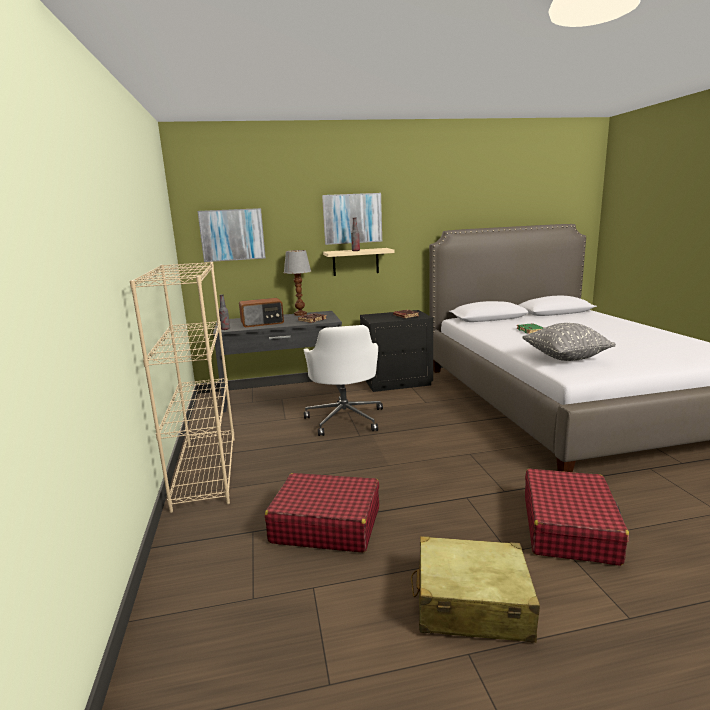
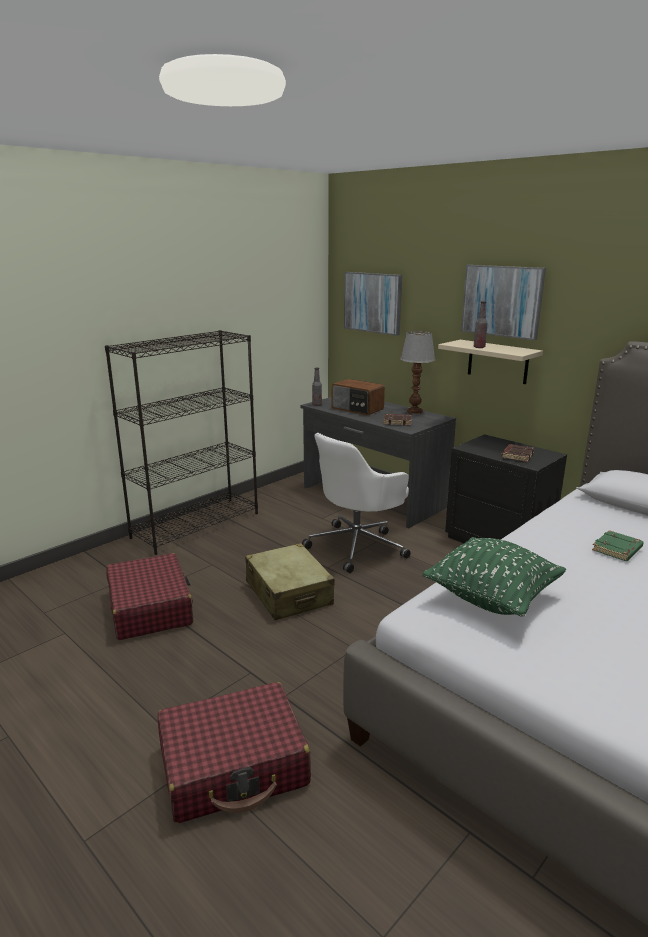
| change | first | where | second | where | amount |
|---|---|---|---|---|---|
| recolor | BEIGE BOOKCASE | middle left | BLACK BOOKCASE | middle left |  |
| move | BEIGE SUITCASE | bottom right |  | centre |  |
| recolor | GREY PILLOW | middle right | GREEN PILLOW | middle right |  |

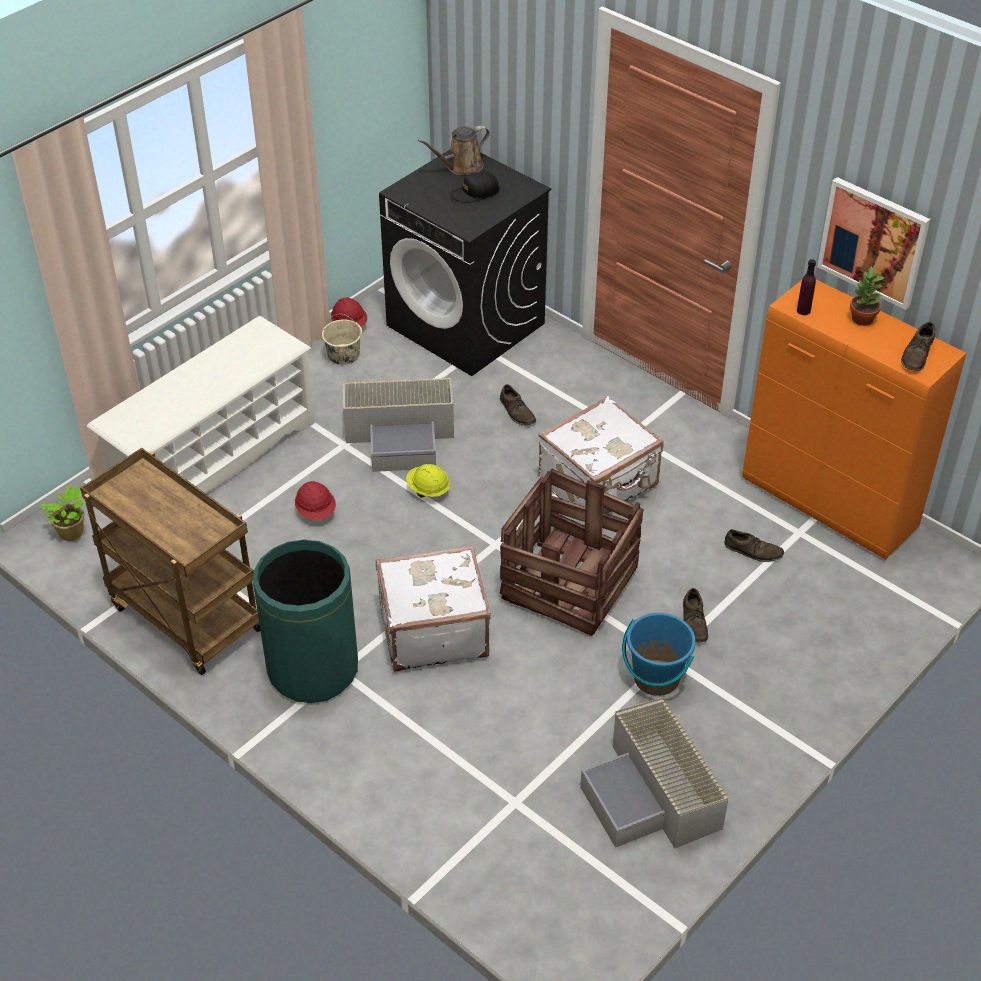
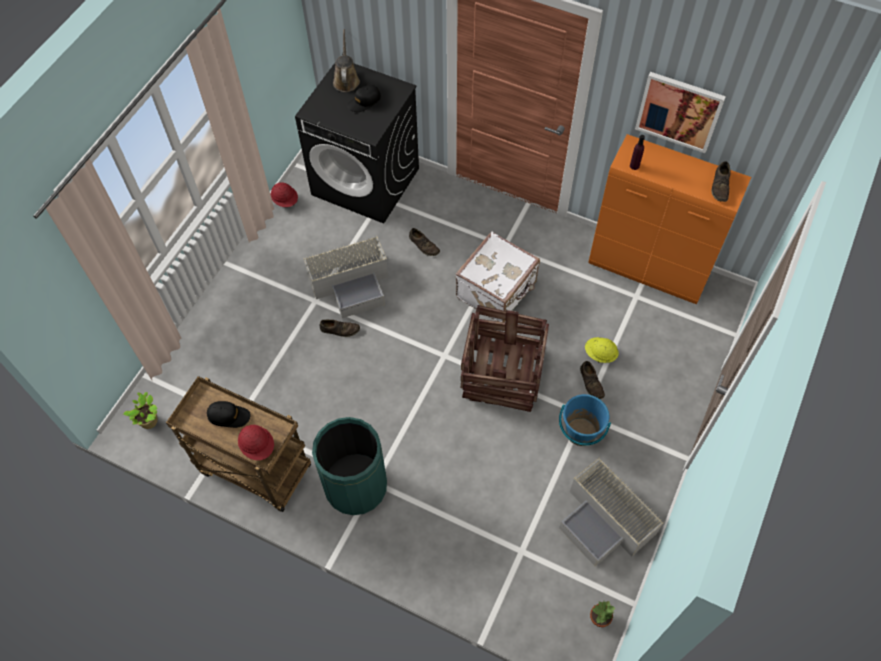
| change | first | where | second | where | amount |
|---|---|---|---|---|---|
| delete | WHITE SHOE RACK | middle left |  |  |  |
| move | RED HARD HAT (1st from left) | middle left |  | bottom left |  |
| delete | BEIGE BUCKET | centre |  |  |  |
| delete | WHITE SUITCASE (1st from left) | centre |  |  |  |
| move | YELLOW HARD HAT | centre |  | middle right |  |
| rotate | BROWN WATERING CAN | top centre |  | top centre | 135 degrees clockwise |
| move | BROWN SHOE (3rd from left in the first image) | middle right | BROWN SHOE (1st from left) | centre |  |
| move | POTTED PLANT (2nd from left) | top right |  | bottom right |  |
| insert |  |  | BLACK CAP (1st from left) | middle left |  |

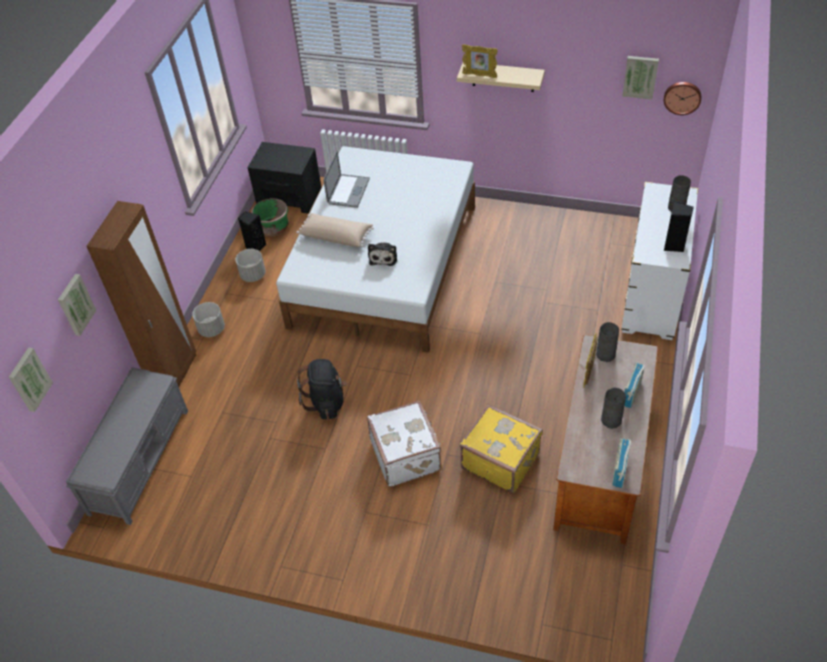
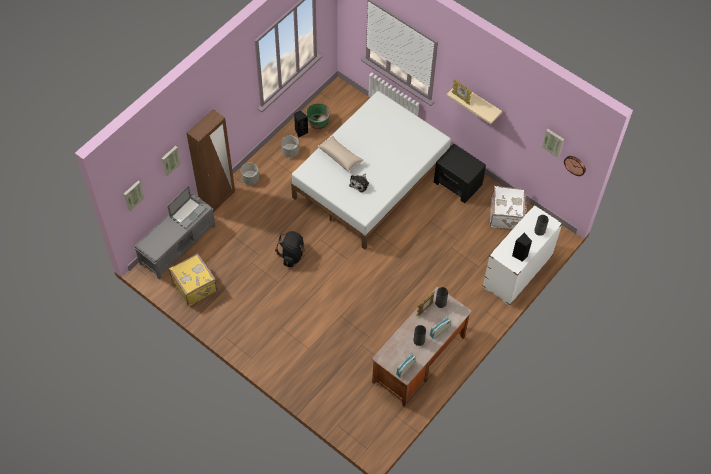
| change | first | where | second | where | amount |
|---|---|---|---|---|---|
| move | BLACK NIGHTSTAND | top centre |  | centre |  |
| move | LAPTOP | top centre |  | middle left |  |
| move | WHITE SUITCASE | bottom centre |  | middle right |  |
| move | YELLOW SUITCASE | bottom centre |  | middle left |  |

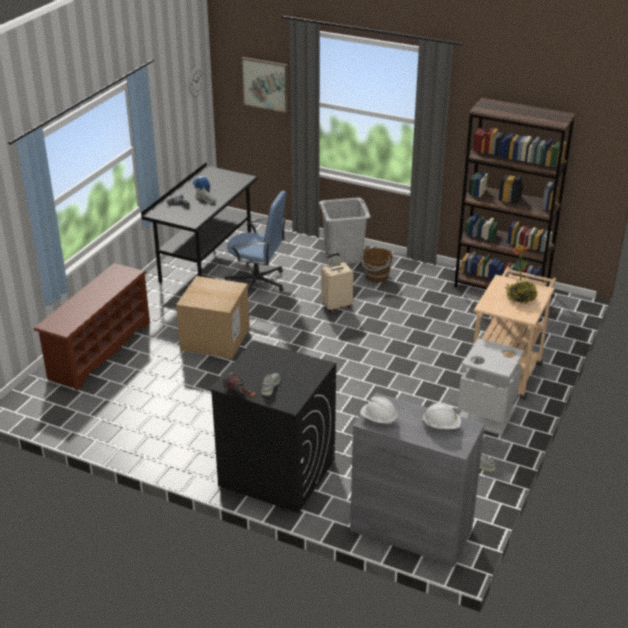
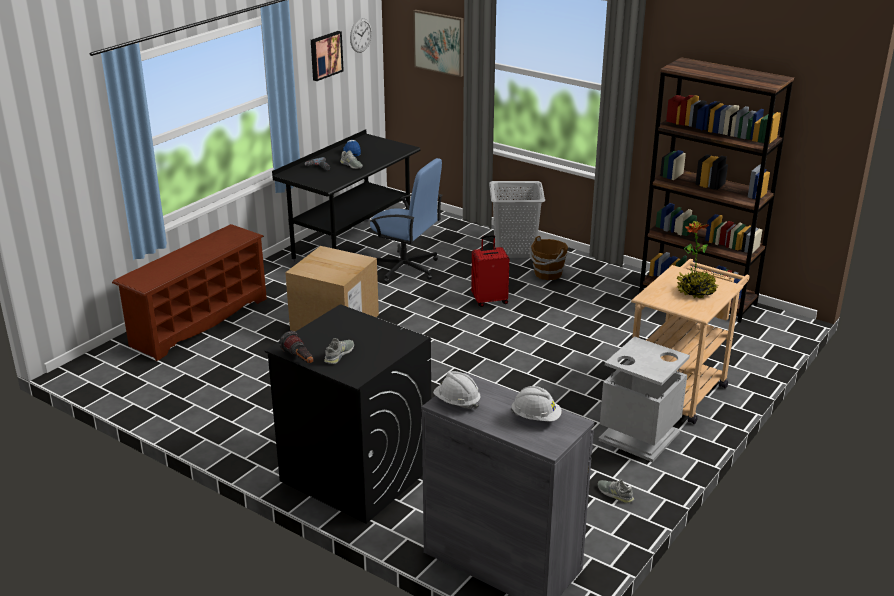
| change | first | where | second | where | amount |
|---|---|---|---|---|---|
| recolor | BEIGE SUITCASE | centre | RED SUITCASE | centre |  |
| insert |  |  | PICTURE (1st from left) | top centre |  |

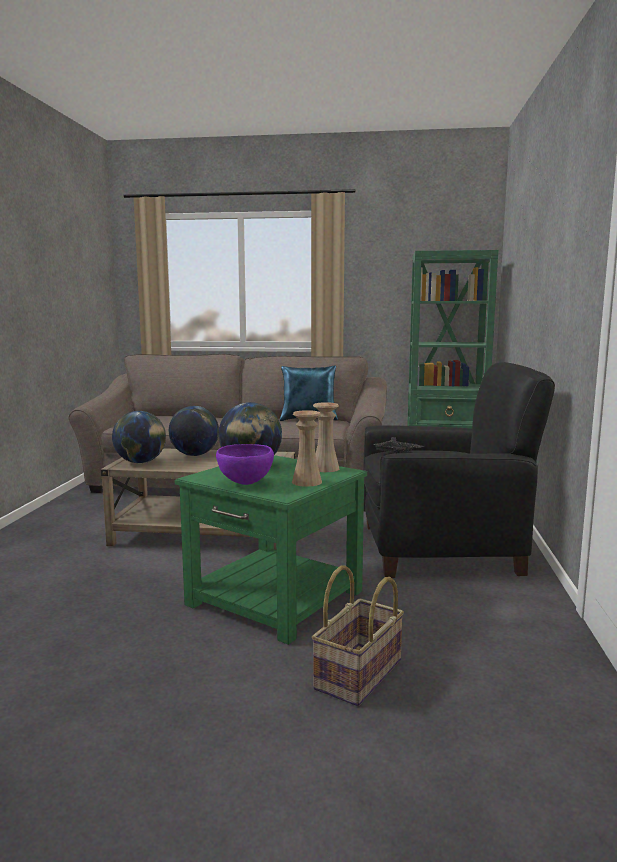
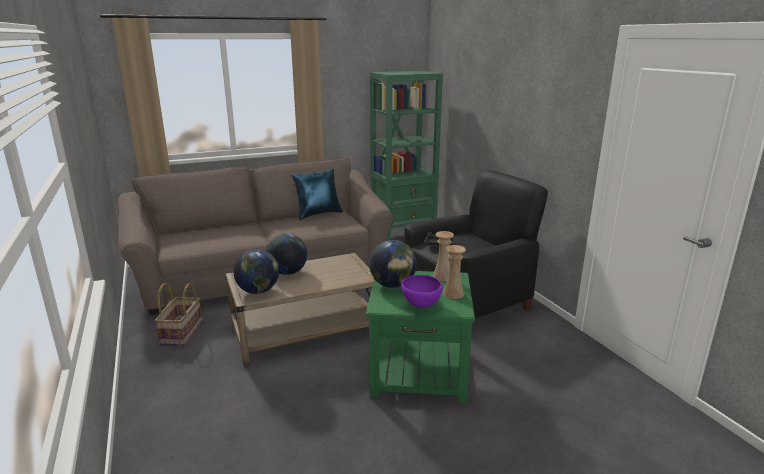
| change | first | where | second | where | amount |
|---|---|---|---|---|---|
| move | BASKET | bottom centre |  | middle left |  |

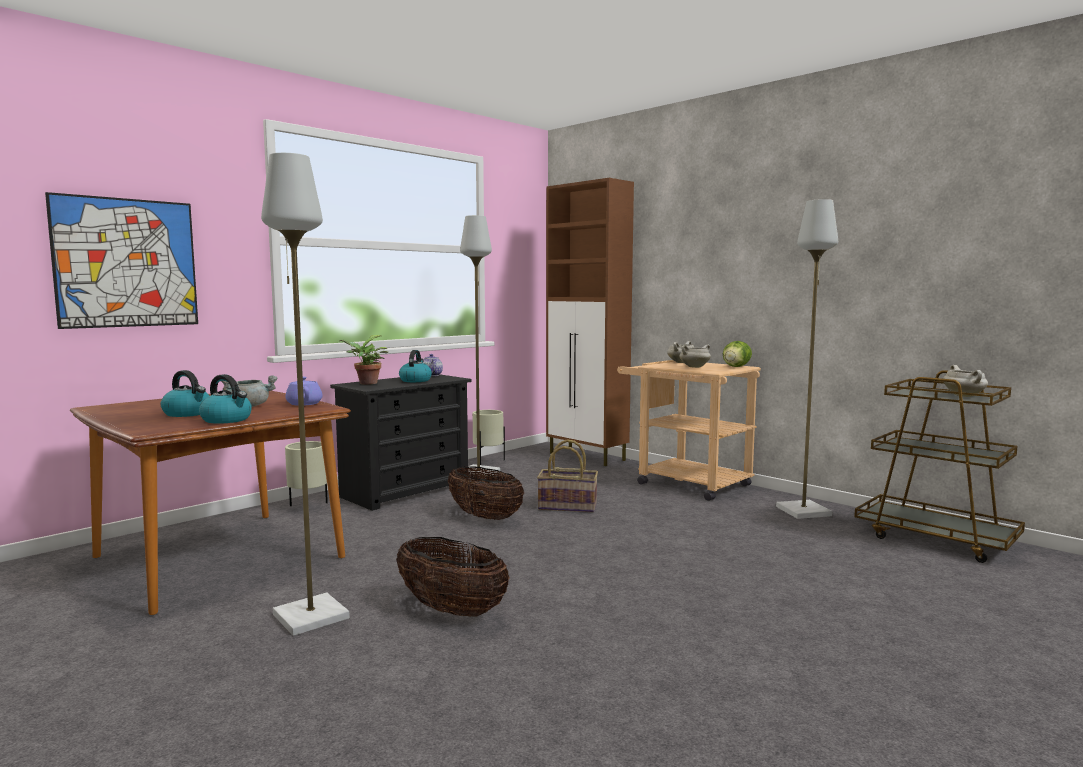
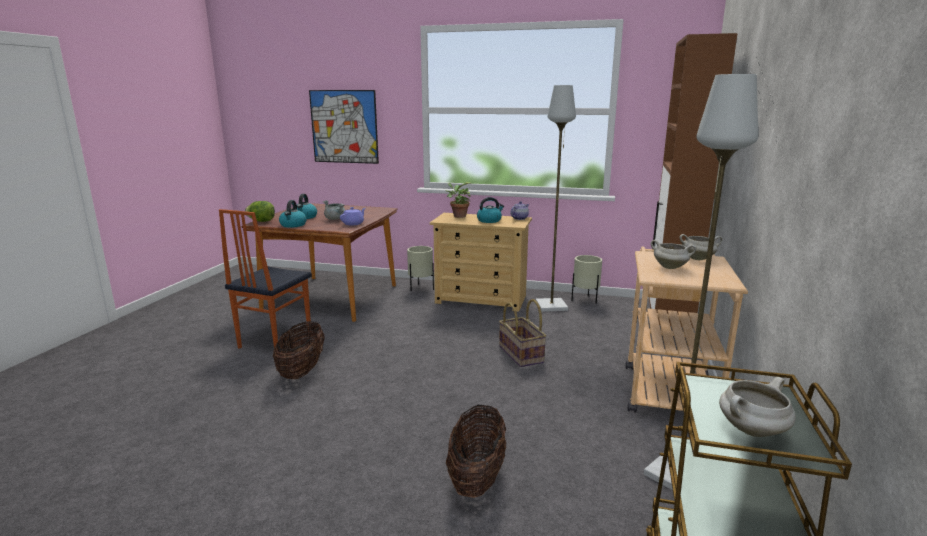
| change | first | where | second | where | amount |
|---|---|---|---|---|---|
| replace | GREY FLOOR LAMP (1st from left) | middle left | CHAIR | middle left |  |
| recolor | BLACK DRESSER | centre | BEIGE DRESSER | centre |  |
| move | BASKET (2nd from left) | centre |  | bottom centre |  |
| move | LETTUCE | middle right |  | middle left |  |

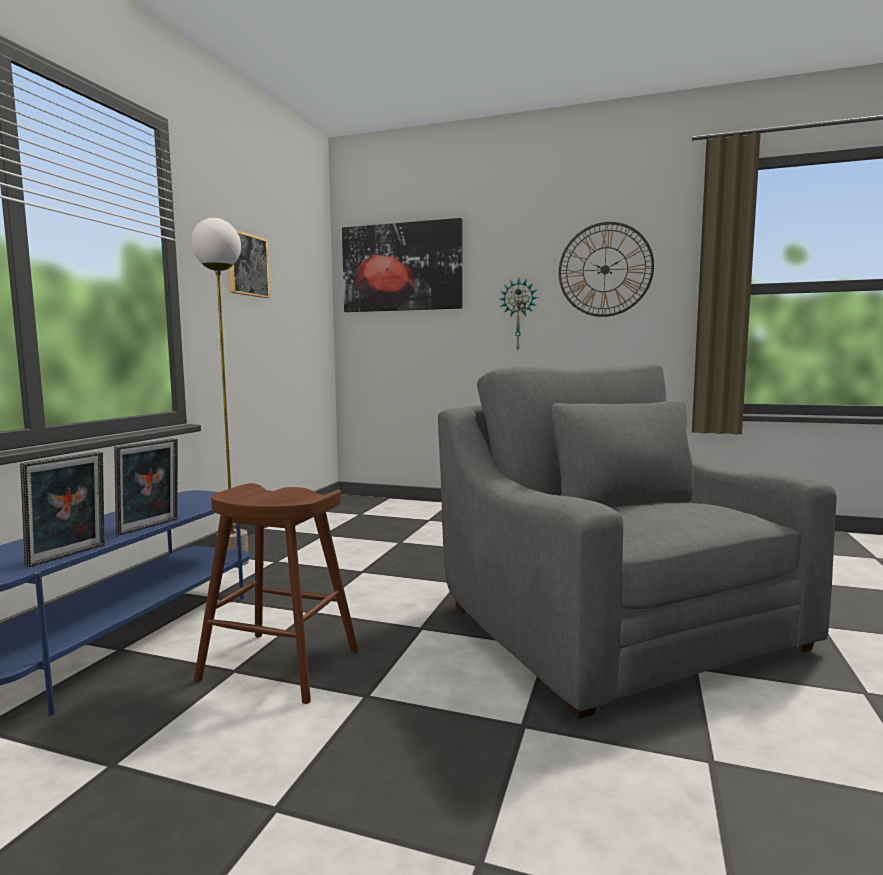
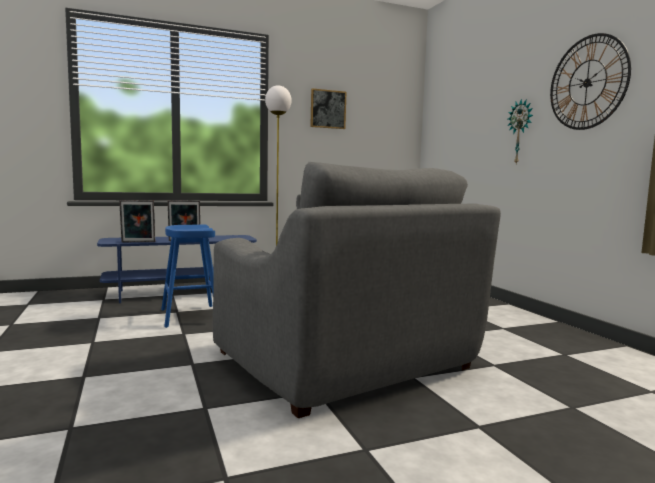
| change | first | where | second | where | amount |
|---|---|---|---|---|---|
| recolor | BROWN STOOL | bottom left | BLUE STOOL | middle left |  |
| delete | PICTURE (2nd from left) | top centre |  |  |  |
| rotate | GREY ARMCHAIR | middle right |  | centre | 120 degrees clockwise |

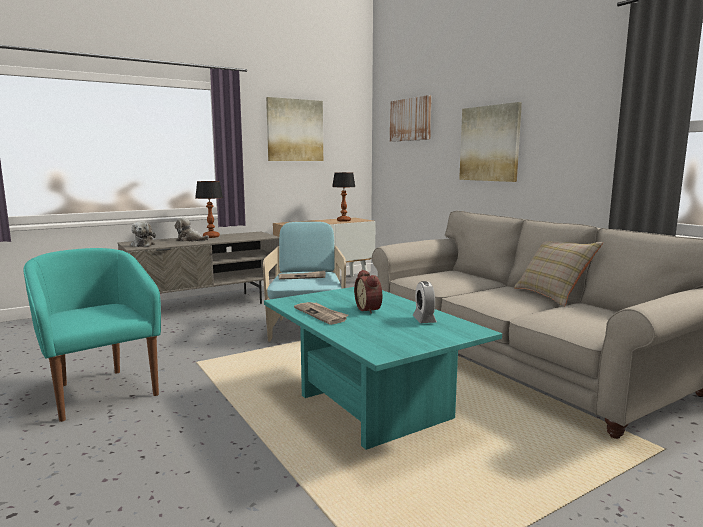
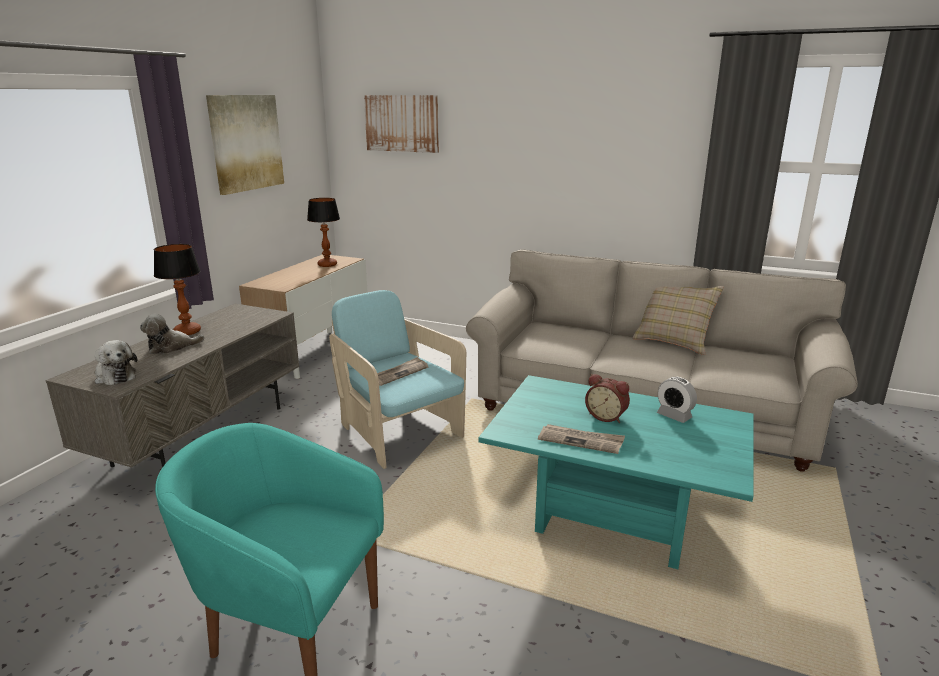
| change | first | where | second | where | amount |
|---|---|---|---|---|---|
| delete | PICTURE (3rd from left) | top right |  |  |  |

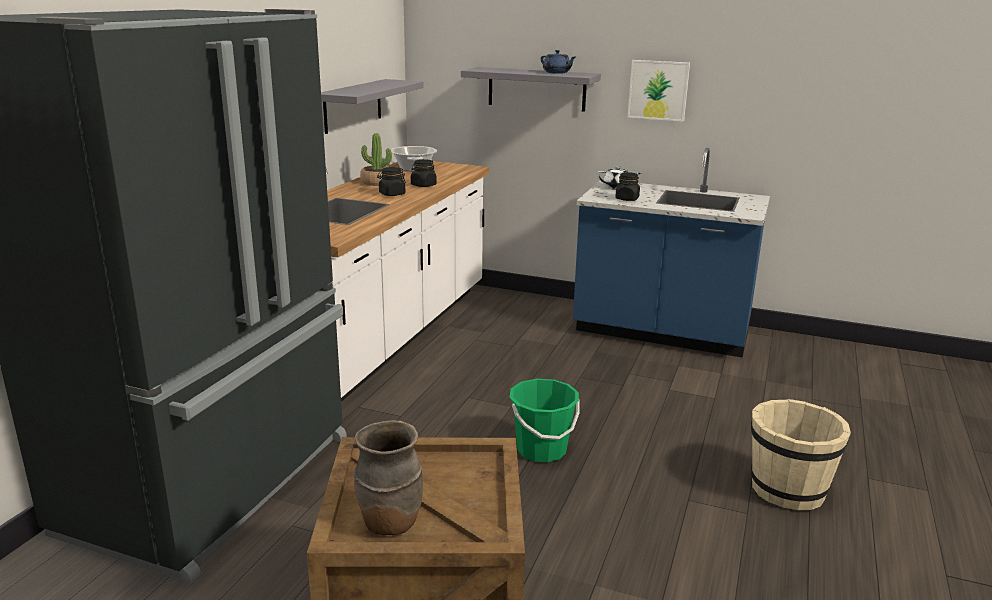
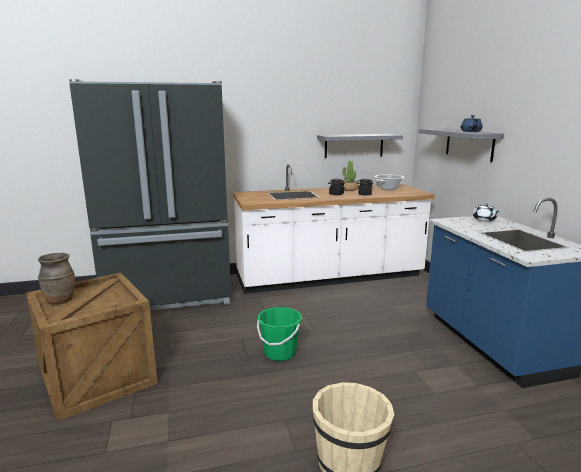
| change | first | where | second | where | amount |
|---|---|---|---|---|---|
| delete | BLACK JAR (3rd from left) | top centre |  |  |  |
| delete | PICTURE | top centre |  |  |  |

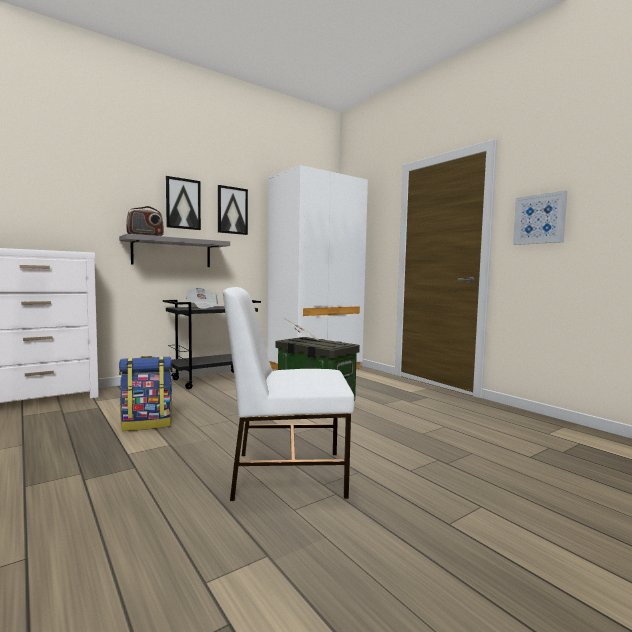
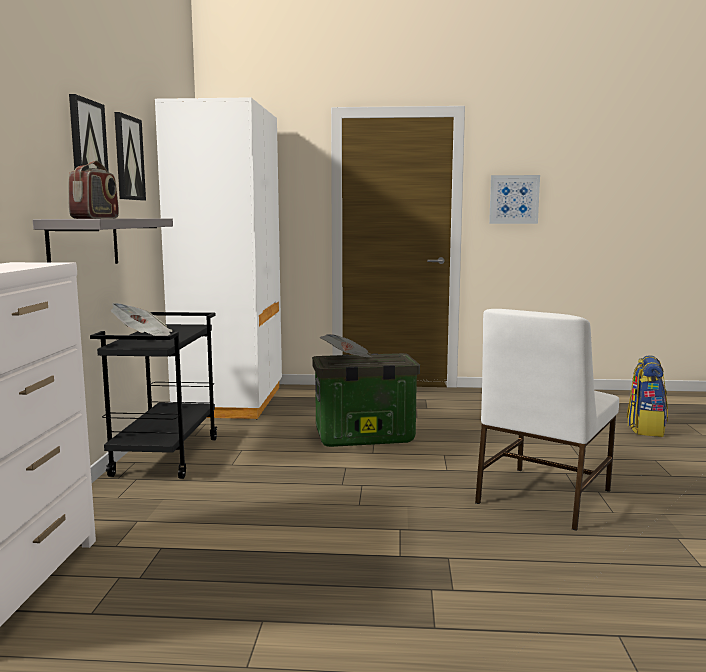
| change | first | where | second | where | amount |
|---|---|---|---|---|---|
| move | BACKPACK | middle left |  | middle right |  |

